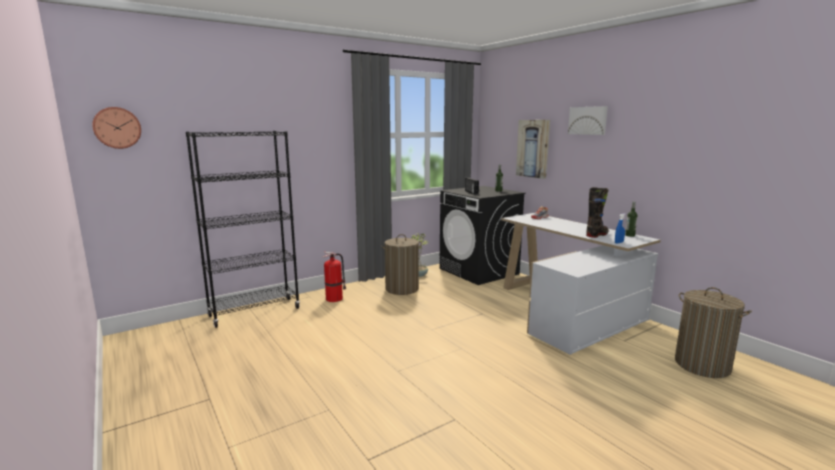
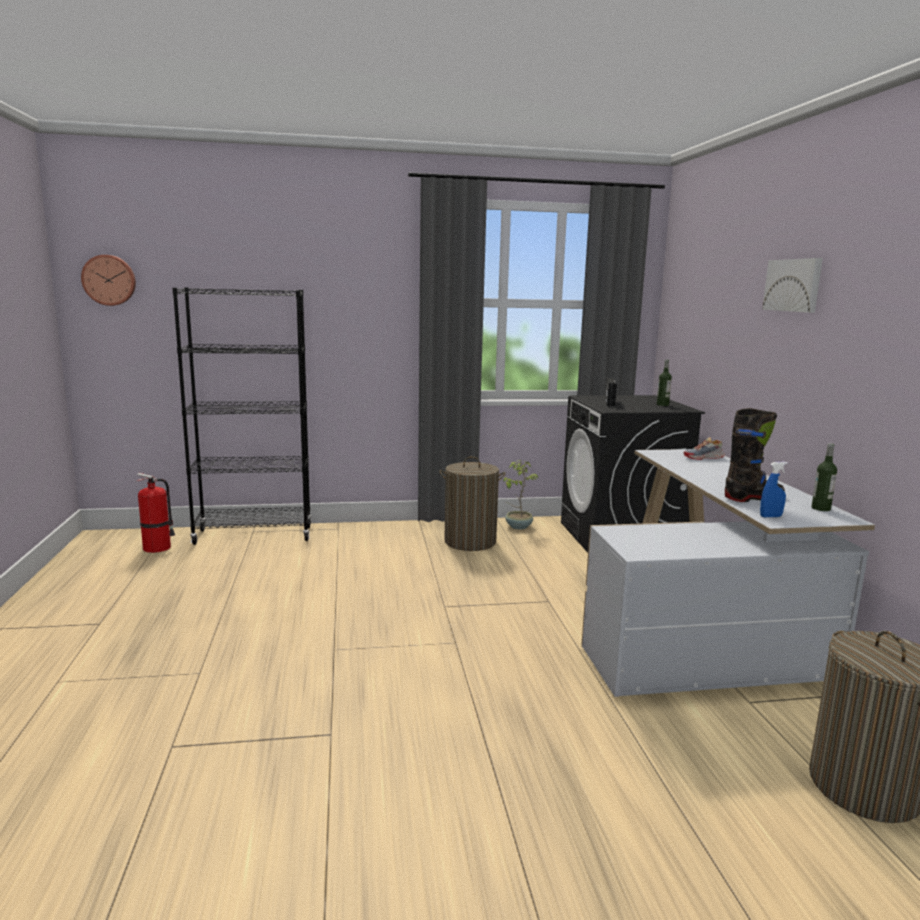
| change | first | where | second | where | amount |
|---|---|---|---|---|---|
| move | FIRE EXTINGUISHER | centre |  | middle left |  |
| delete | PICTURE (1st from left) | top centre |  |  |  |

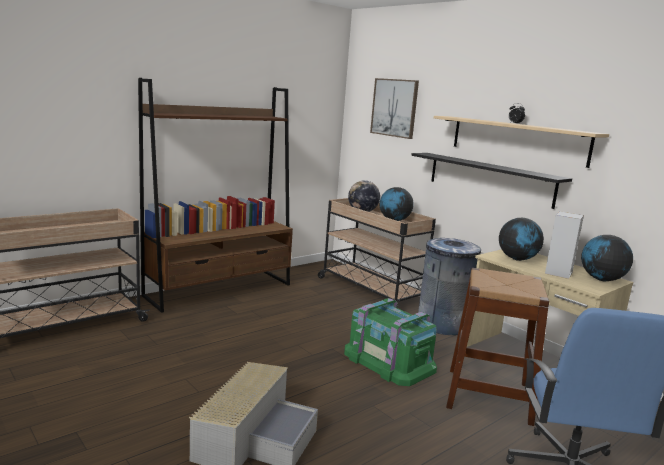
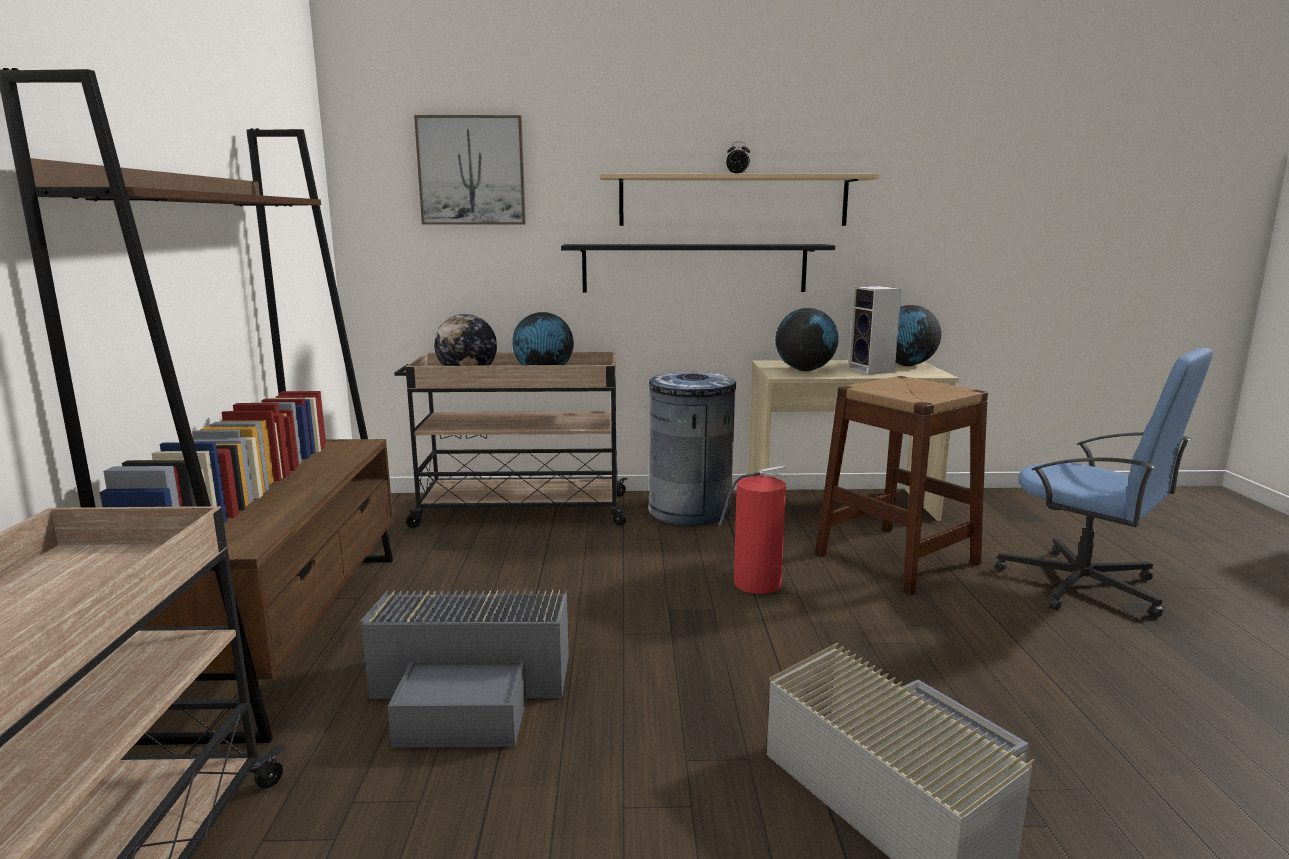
| change | first | where | second | where | amount |
|---|---|---|---|---|---|
| replace | GREEN STORAGE BOX | bottom centre | FIRE EXTINGUISHER | centre |  |
| insert |  |  | GREY STORAGE BOX (1st from left) | bottom centre |  |

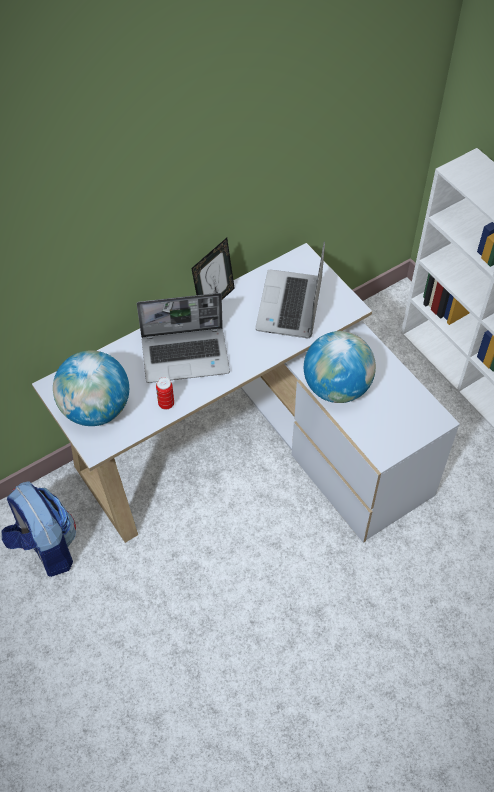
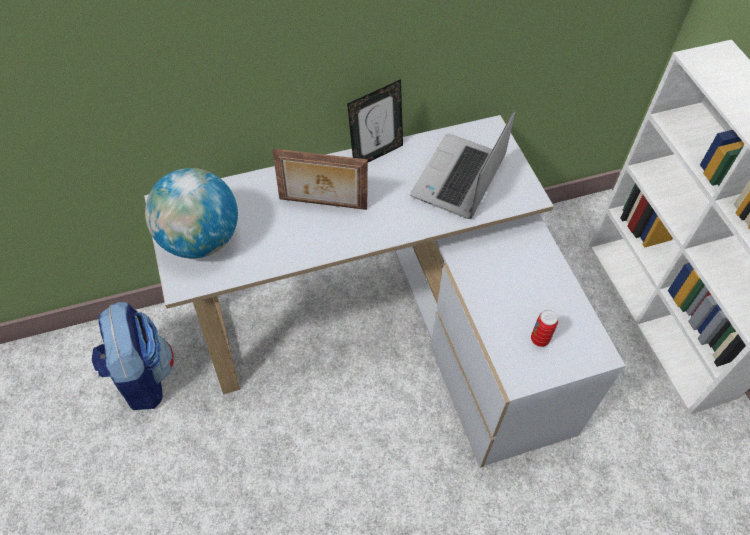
| change | first | where | second | where | amount |
|---|---|---|---|---|---|
| replace | LAPTOP (1st from left) | centre | PICTURE FRAME (1st from left) | centre |  |
| move | CAN | centre |  | middle right |  |
| delete | GLOBE (2nd from left) | middle right |  |  |  |

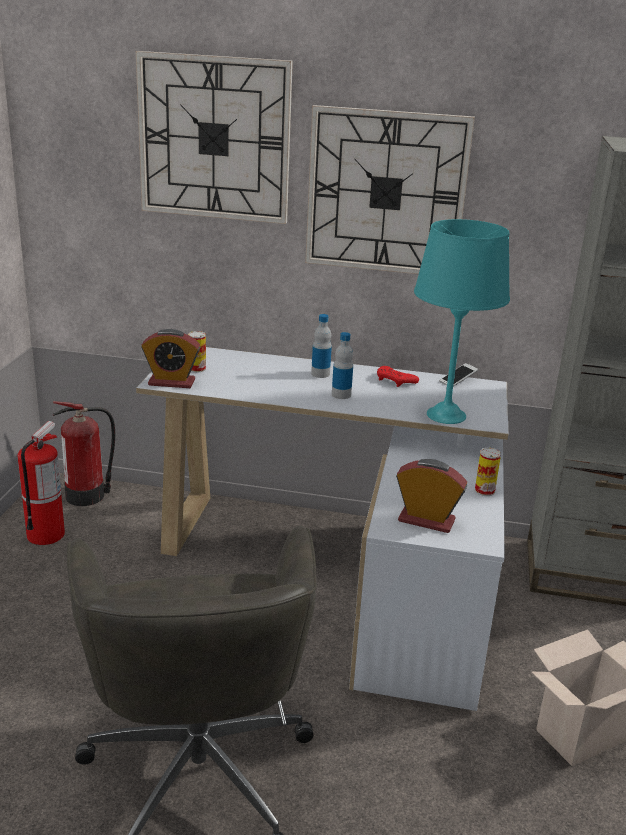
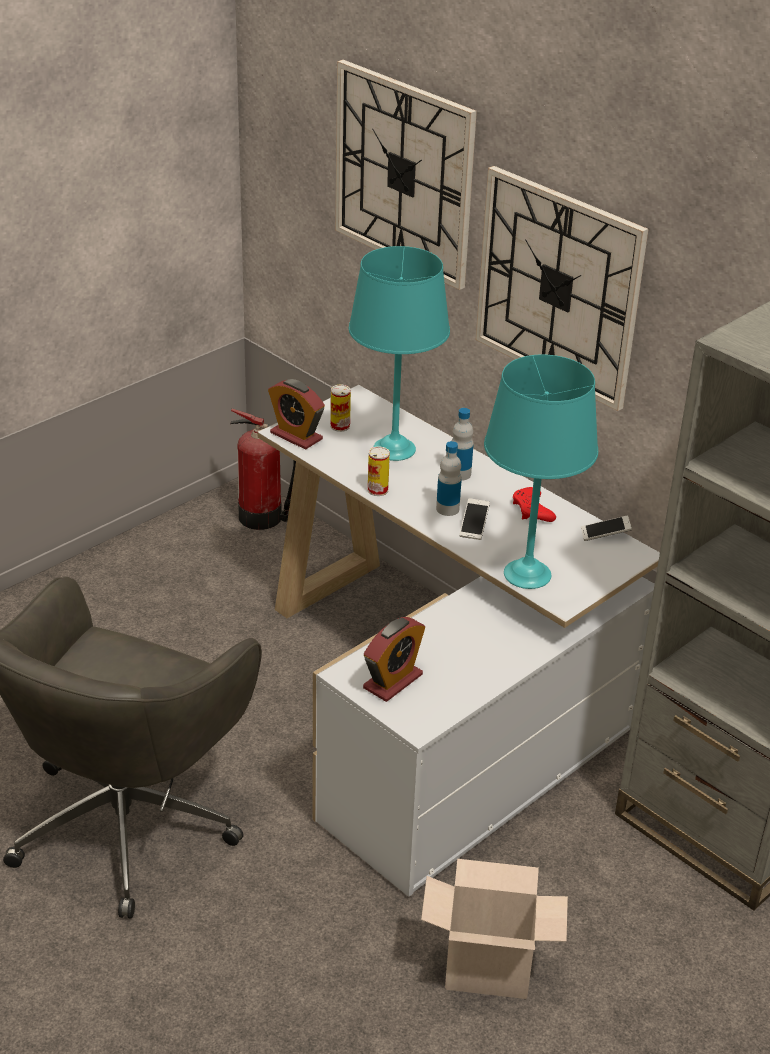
| change | first | where | second | where | amount |
|---|---|---|---|---|---|
| delete | FIRE EXTINGUISHER (1st from left) | middle left |  |  |  |
| rotate | ALARM CLOCK (2nd from left) | middle right |  | centre | 75 degrees clockwise |
| move | CAN (2nd from left) | middle right |  | centre |  |
| insert |  |  | TURQUOISE TABLE LAMP (1st from left) | centre |  |
| insert |  |  | PHONE (1st from left) | centre |  |

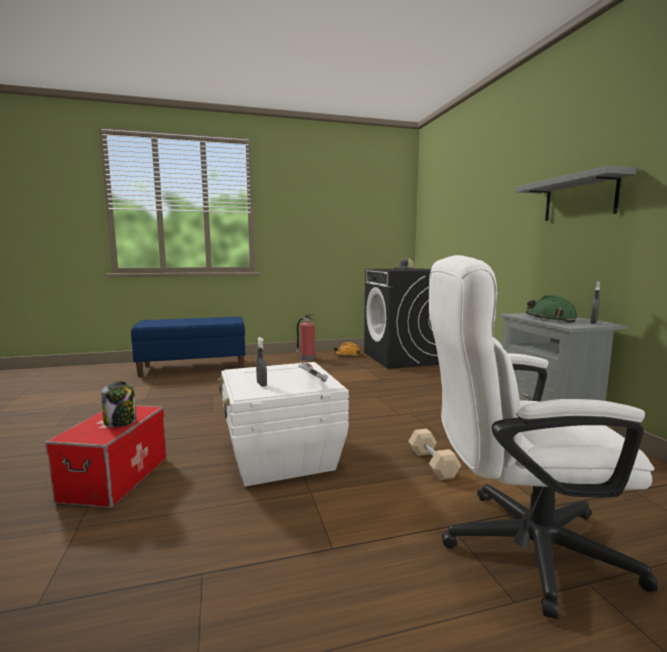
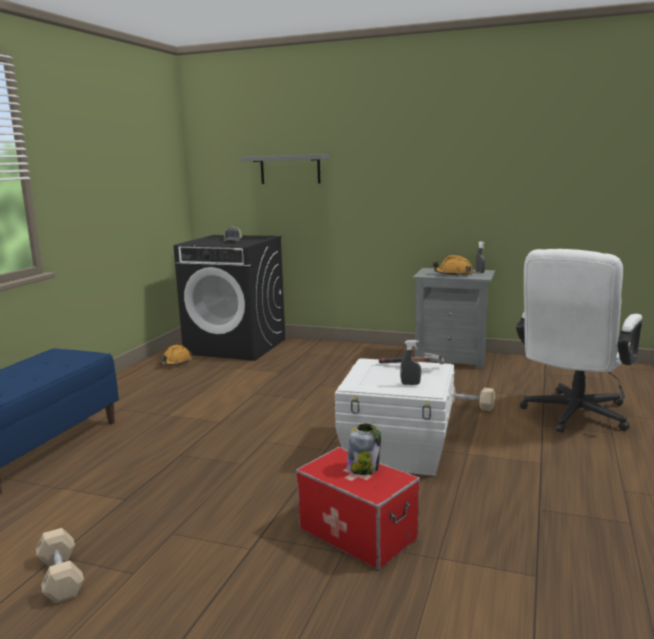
| change | first | where | second | where | amount |
|---|---|---|---|---|---|
| delete | FIRE EXTINGUISHER | centre |  |  |  |
| move | GREY SHELF | top right |  | top centre |  |
| recolor | GREEN HARD HAT | middle right | ORANGE HARD HAT (2nd from left) | middle right |  |
| insert |  |  | BEIGE DUMBBELL (1st from left) | bottom left |  |

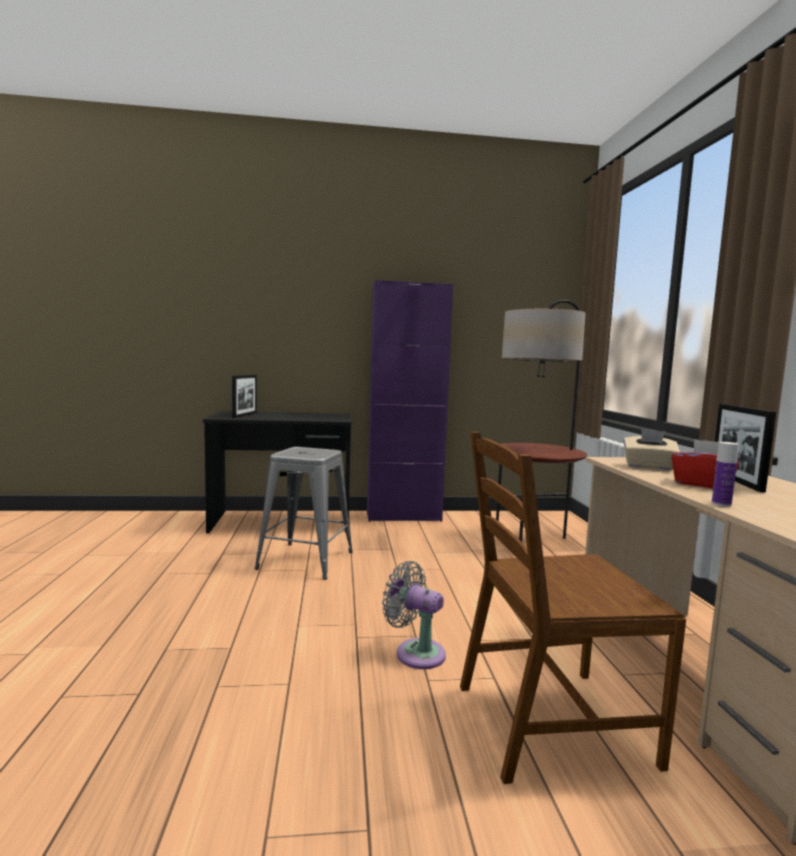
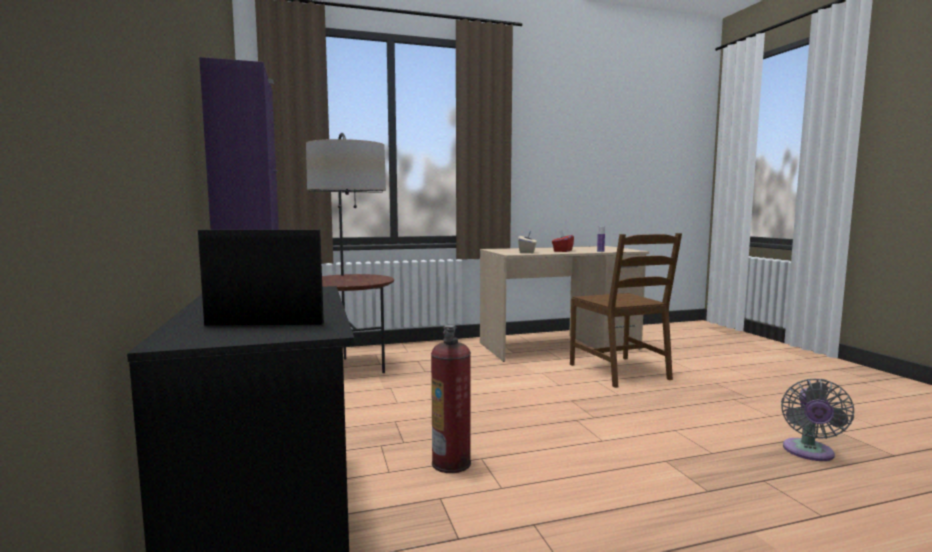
| change | first | where | second | where | amount |
|---|---|---|---|---|---|
| replace | GREY STOOL | centre | FIRE EXTINGUISHER | bottom centre |  |
| move | GREY FAN | bottom centre |  | bottom right |  |
| delete | PICTURE FRAME (2nd from left) | middle right |  |  |  |

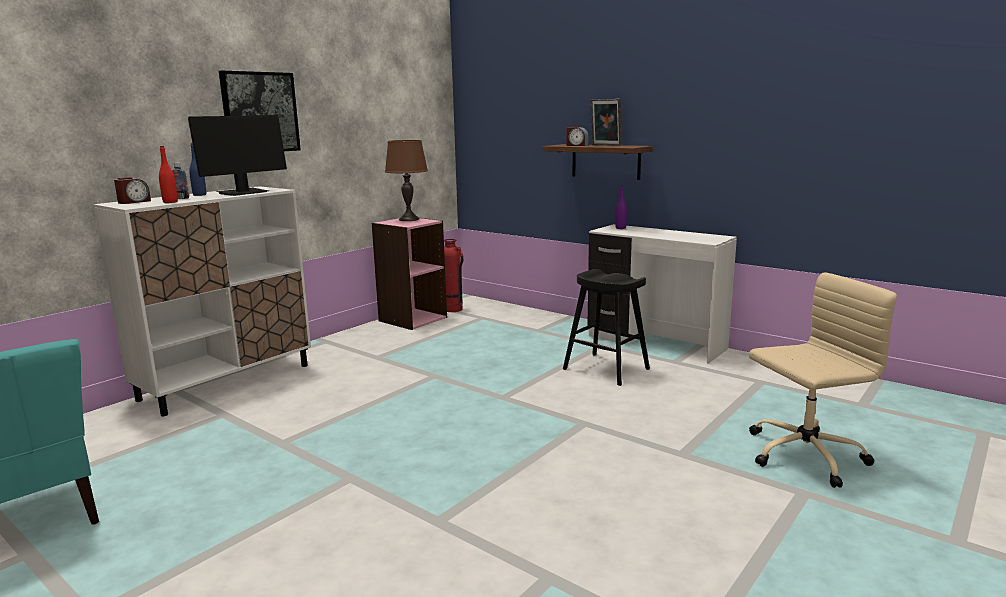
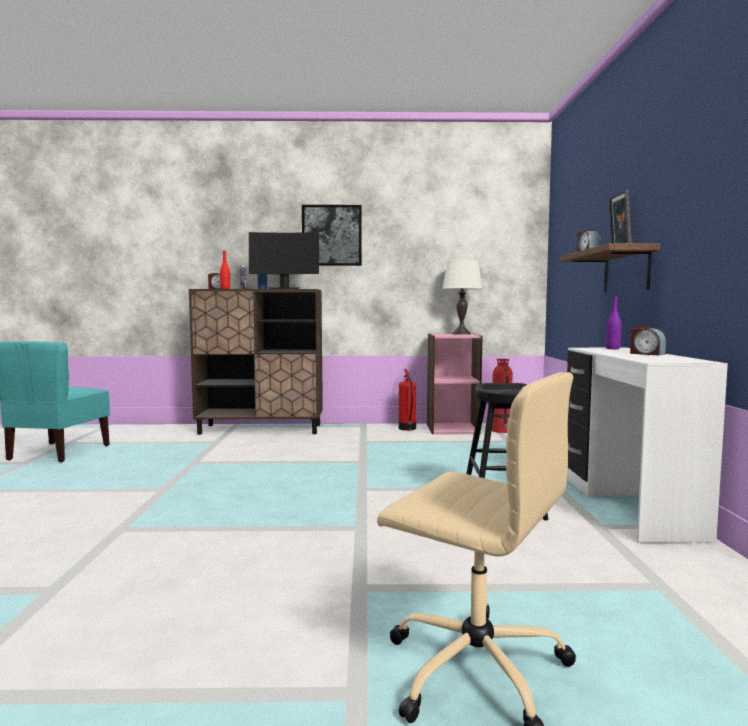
| change | first | where | second | where | amount |
|---|---|---|---|---|---|
| recolor | WHITE CABINET | middle left | BROWN CABINET | centre |  |
| recolor | BROWN TABLE LAMP | top centre | WHITE TABLE LAMP | centre |  |
| insert |  |  | FIRE EXTINGUISHER (1st from left) | centre |  |
| insert |  |  | ALARM CLOCK (3rd from left) | middle right |  |

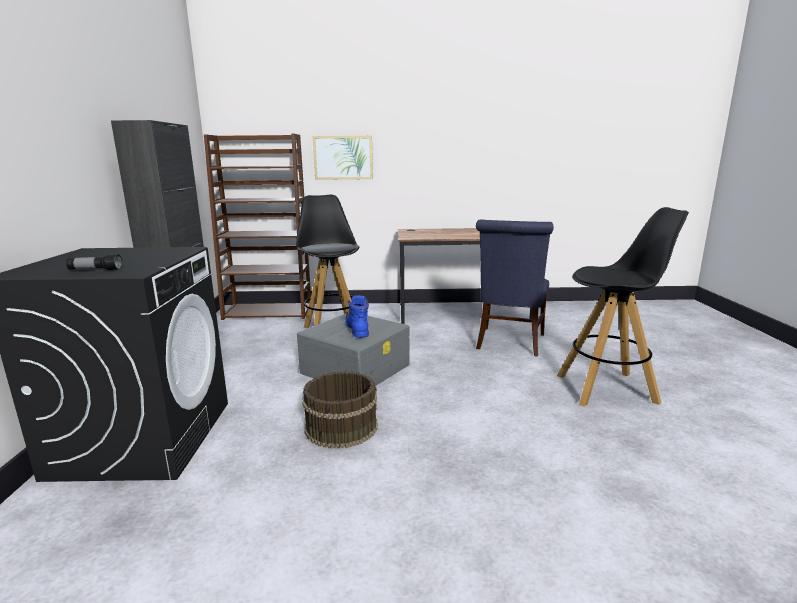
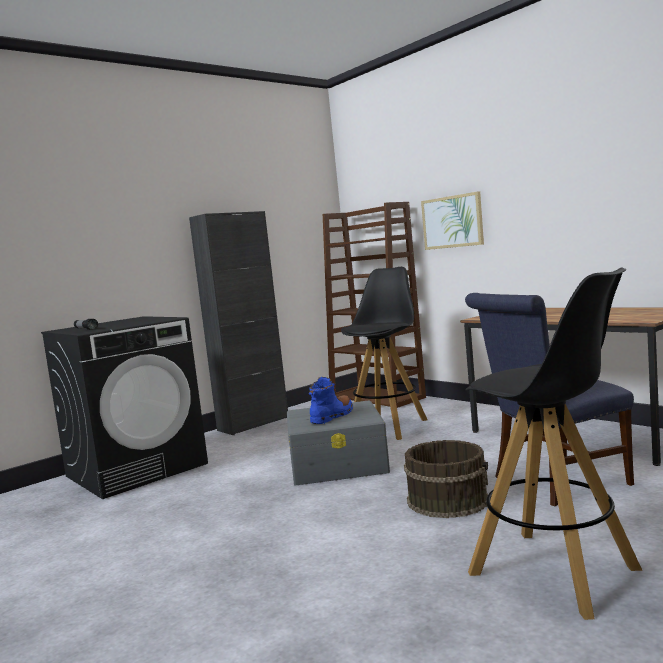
| change | first | where | second | where | amount |
|---|---|---|---|---|---|
| move | BROWN BUCKET | bottom centre |  | bottom right |  |

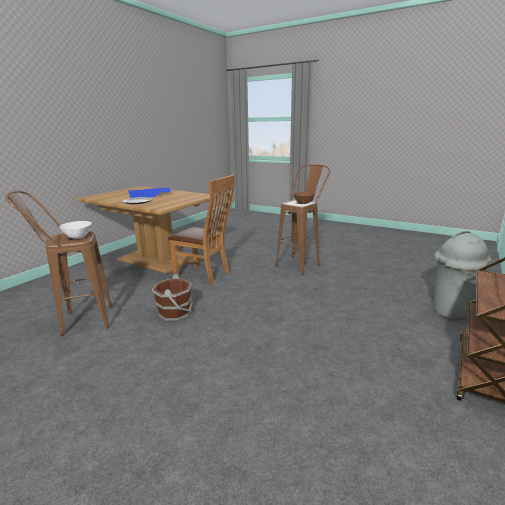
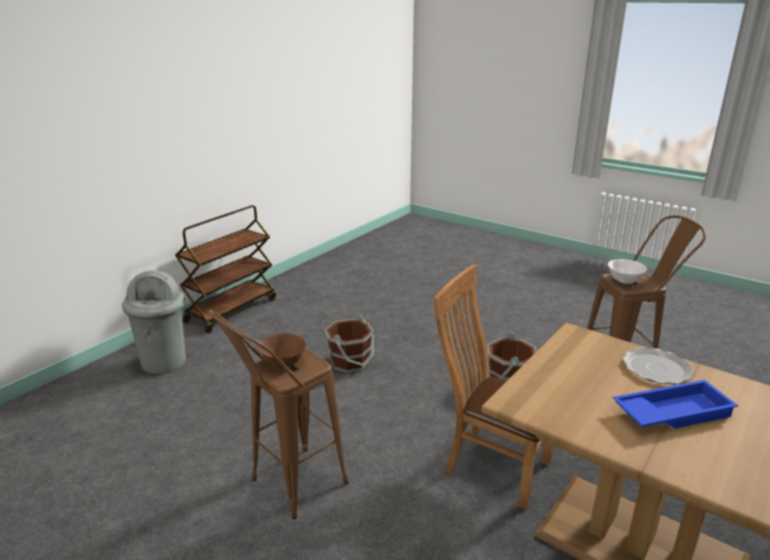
| change | first | where | second | where | amount |
|---|---|---|---|---|---|
| insert |  |  | BROWN BUCKET (1st from left) | centre |  |

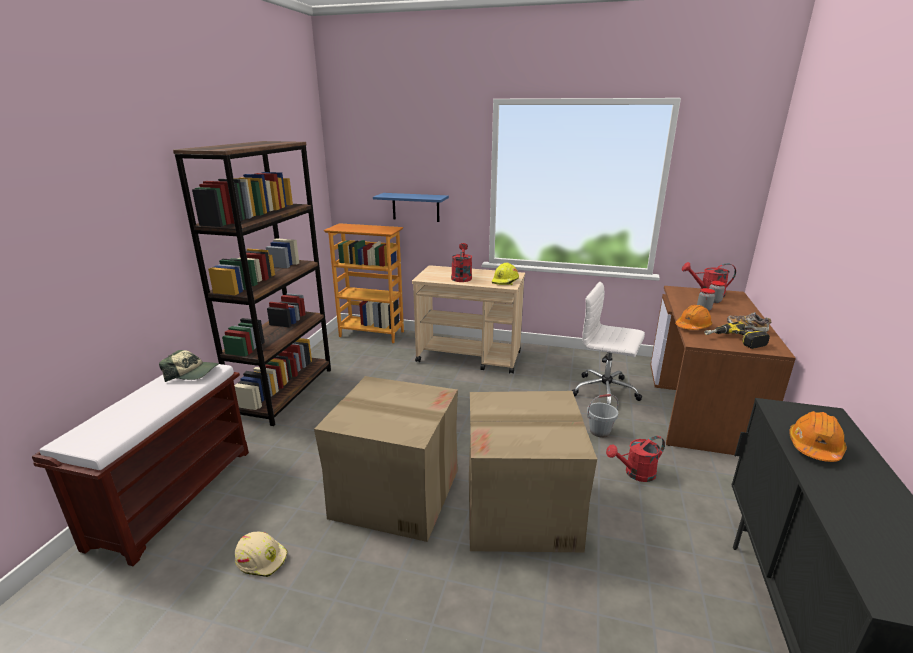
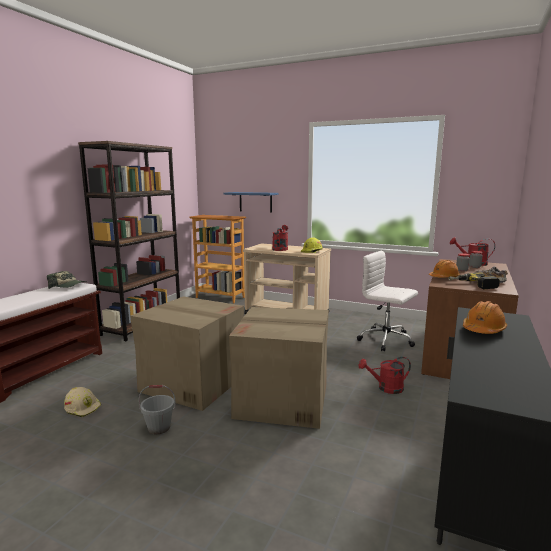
| change | first | where | second | where | amount |
|---|---|---|---|---|---|
| move | GREY BUCKET | centre |  | bottom left |  |

